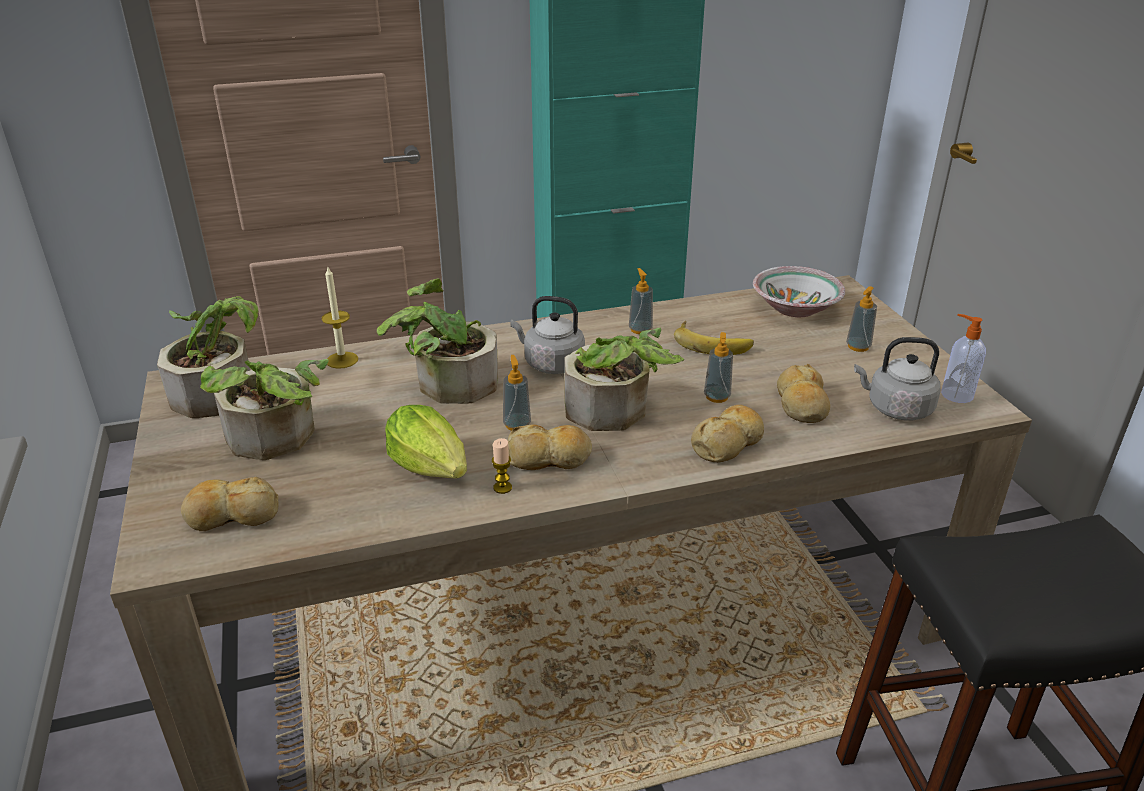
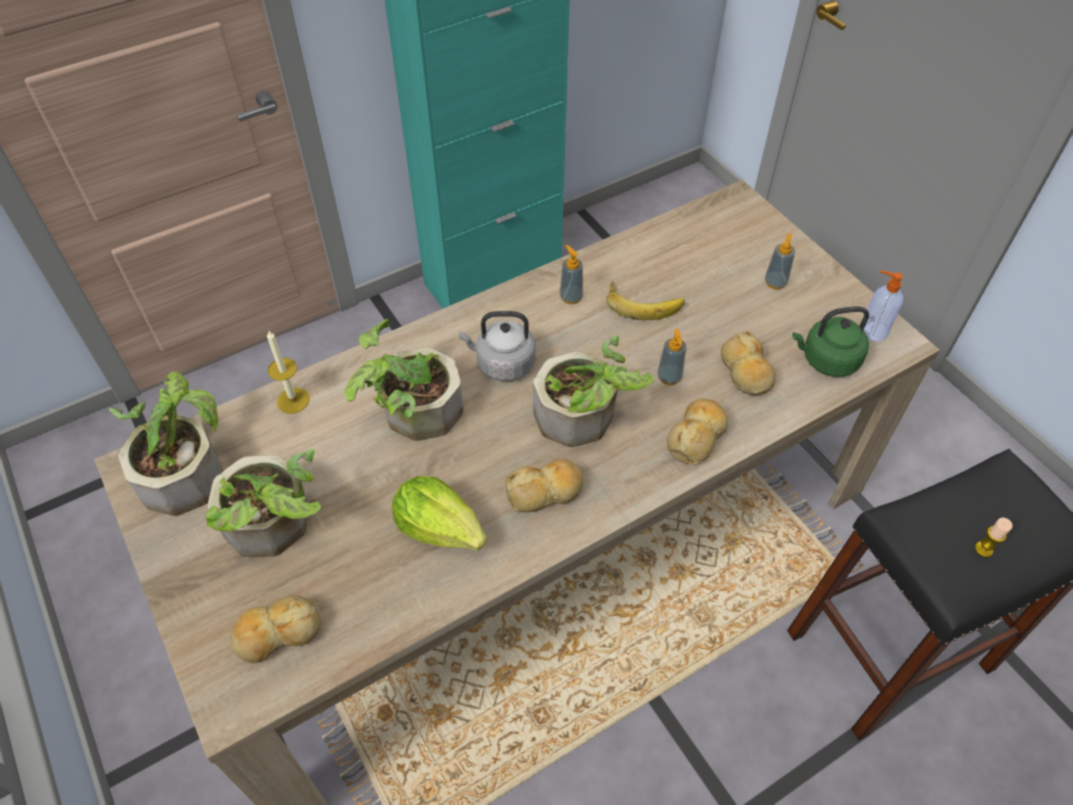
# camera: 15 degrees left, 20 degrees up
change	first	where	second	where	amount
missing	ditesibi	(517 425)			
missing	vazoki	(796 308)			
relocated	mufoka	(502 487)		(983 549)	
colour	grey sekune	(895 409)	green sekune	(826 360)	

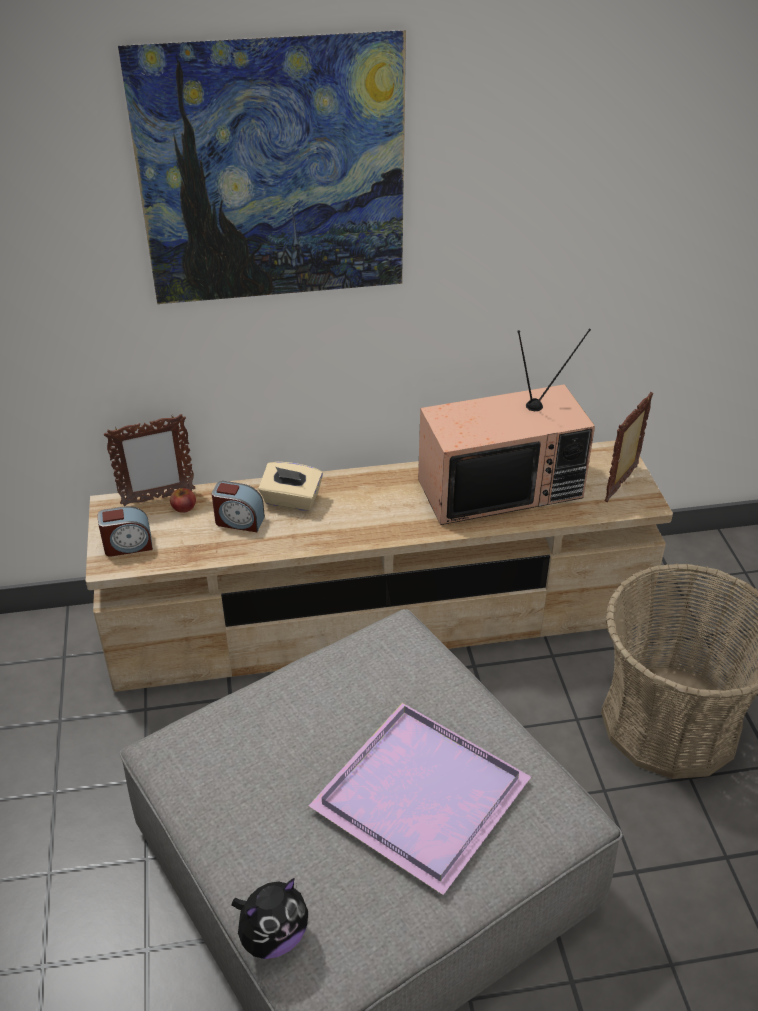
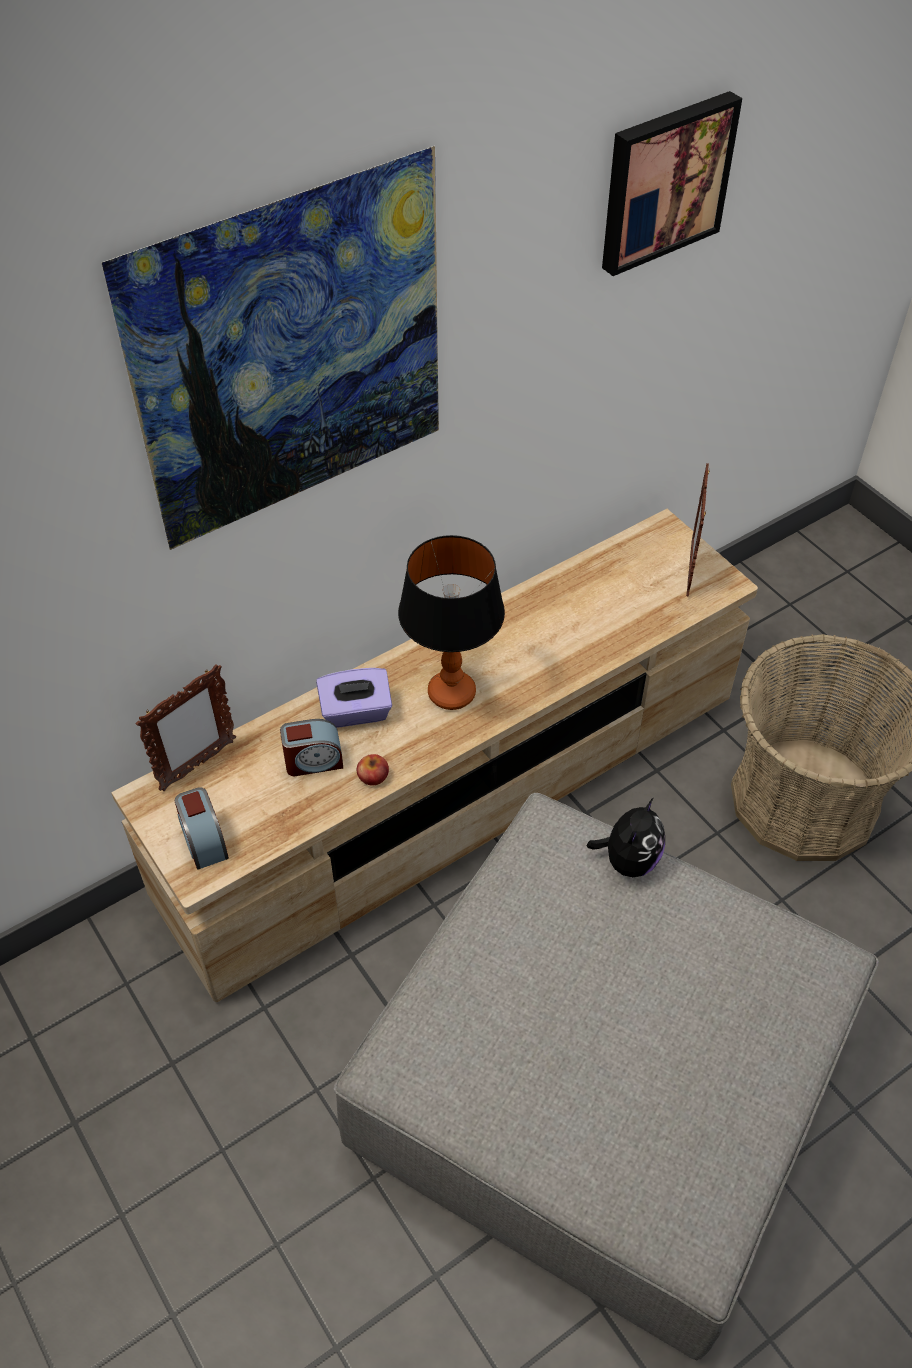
# camera: 25 degrees left, 10 degrees up
change	first	where	second	where	amount
missing	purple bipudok	(420 792)			
missing	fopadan	(500 486)			
appeared			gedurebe	(451 694)	
appeared			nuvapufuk	(664 181)	
relocated	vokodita	(184 507)		(373 776)	
relocated	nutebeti	(273 936)		(628 860)	
colour	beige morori	(291 500)	purple morori	(356 712)	
spun	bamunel	(128 545)		(204 841)	105 degrees clockwise

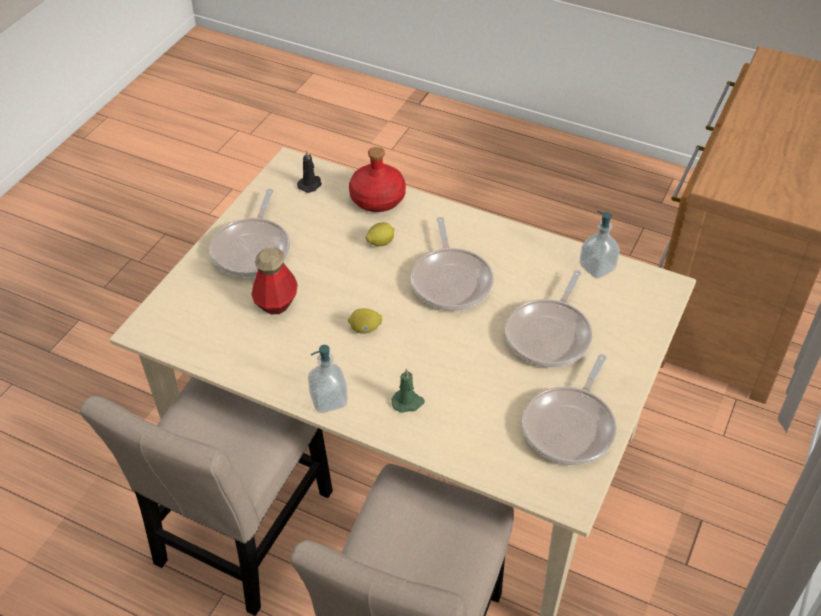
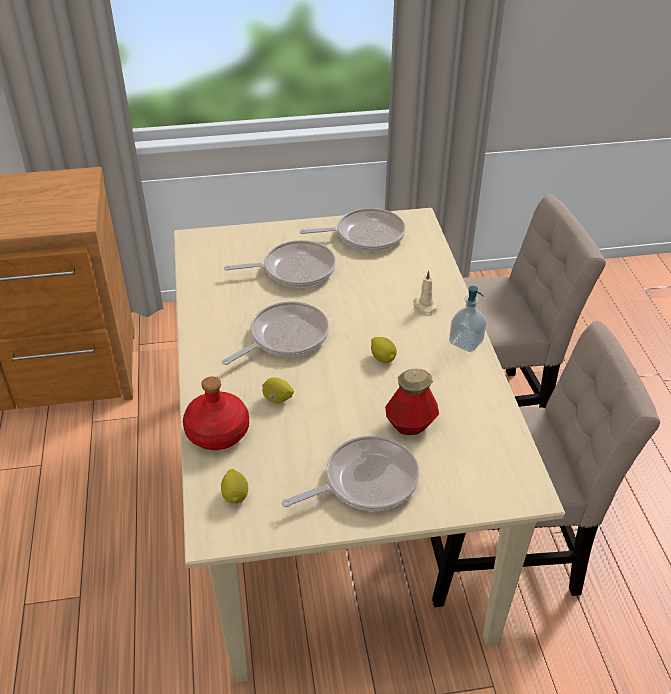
# camera: 125 degrees left, 5 degrees down
change	first	where	second	where	amount
missing	ditesibi	(597 267)			
exchanged	black mufoka	(310 184)	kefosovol	(235 495)	
colour	green mufoka	(408 402)	beige mufoka	(424 305)	

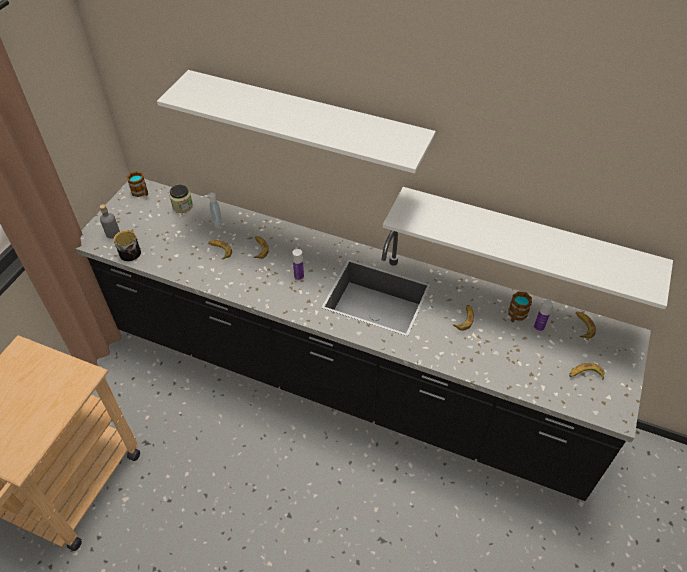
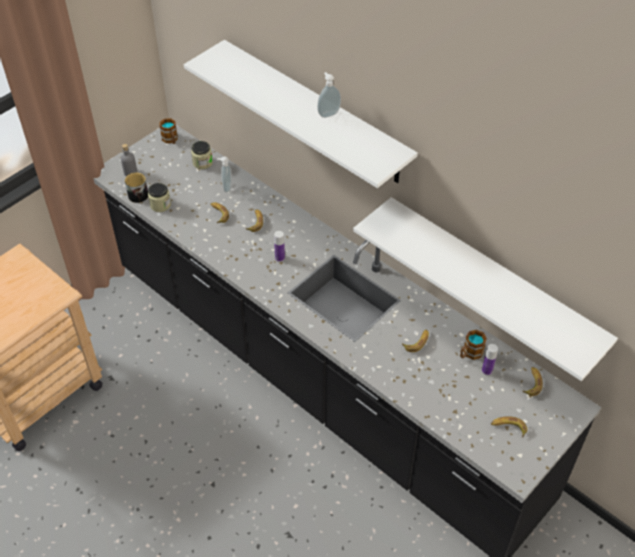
# camera: 20 degrees right, 0 degrees up
change	first	where	second	where	amount
appeared			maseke	(160 205)	
appeared			ditesibi	(328 113)	

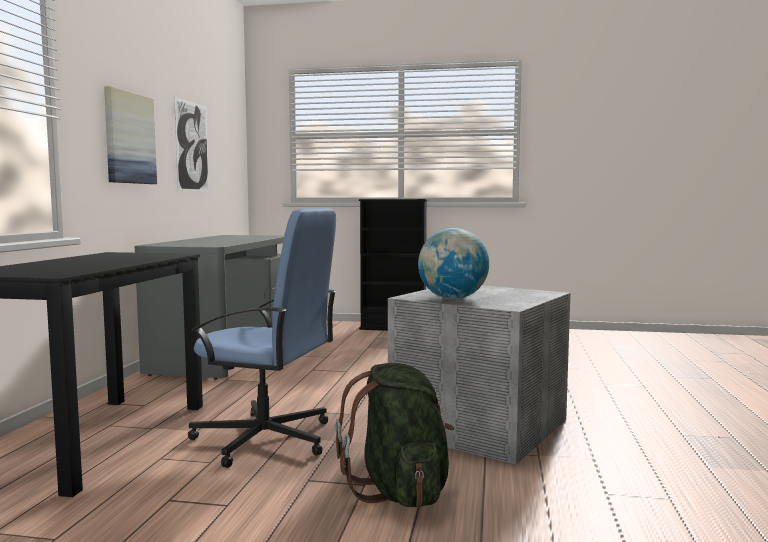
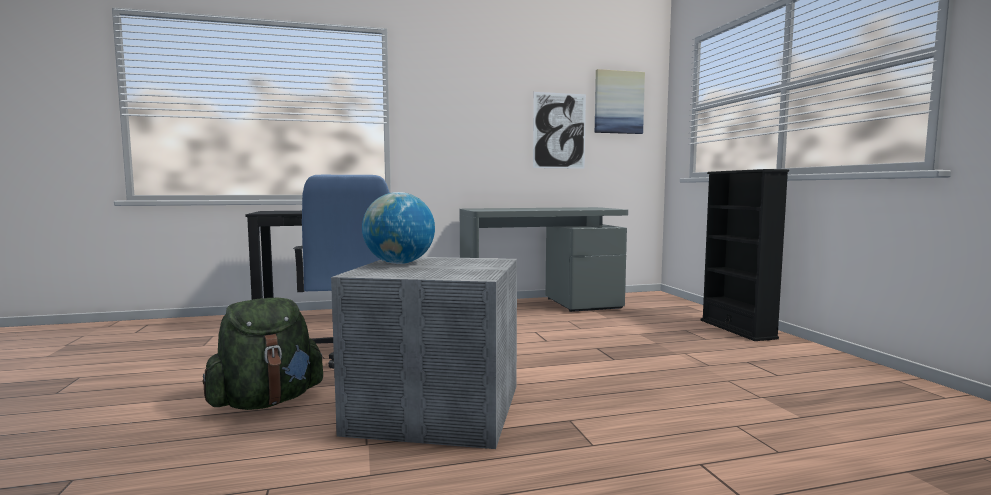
# camera: 65 degrees right, 0 degrees up
change	first	where	second	where	amount
relocated	nuvapufuk	(129 138)		(618 102)	

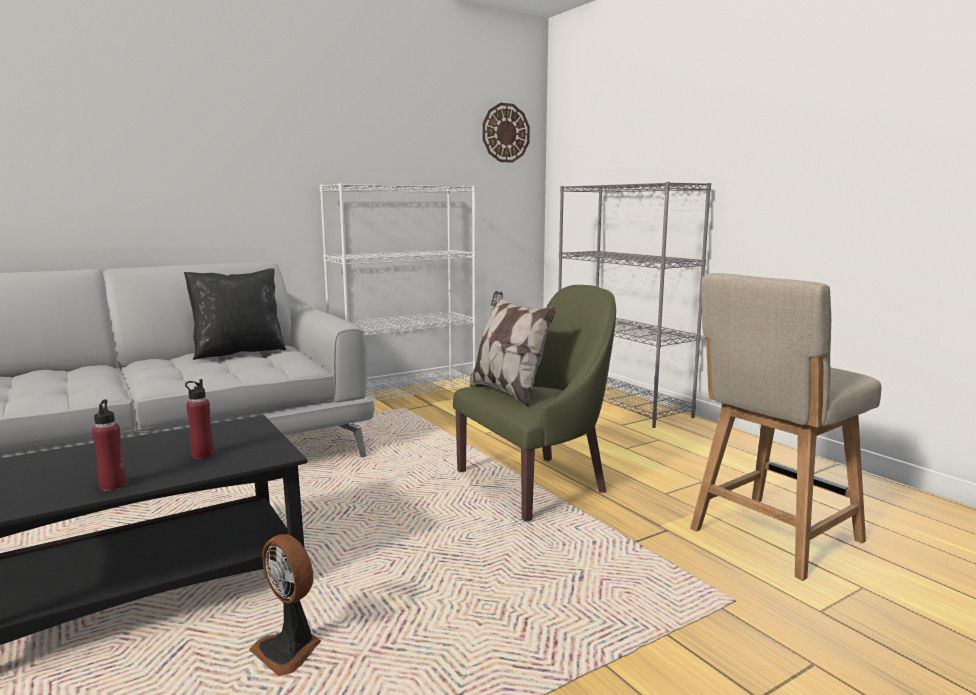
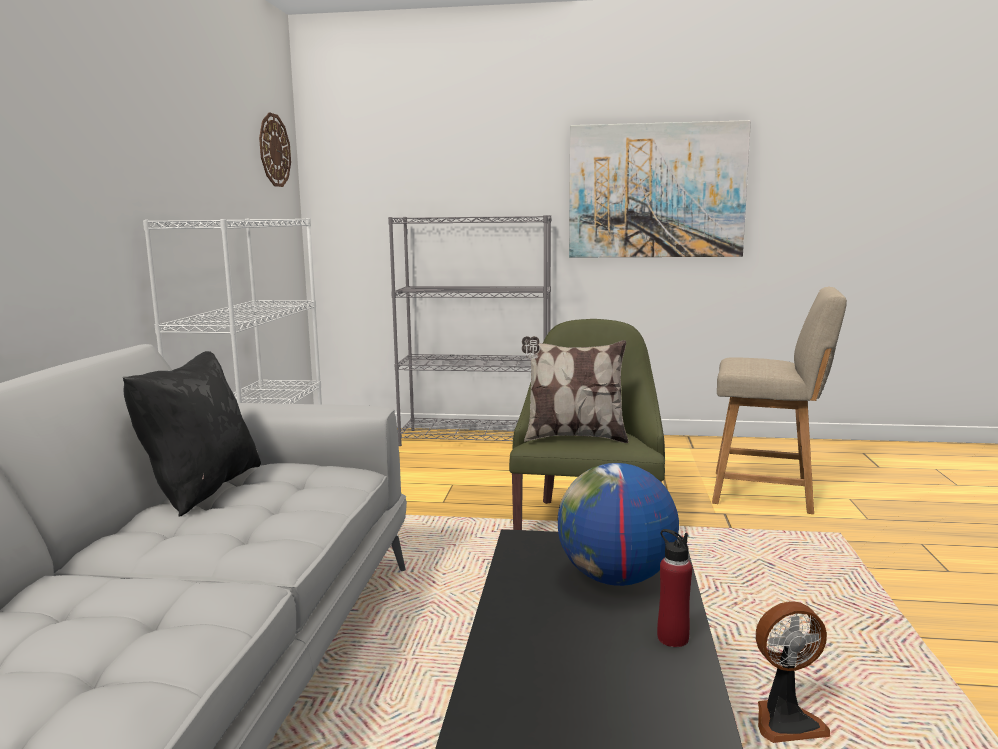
# camera: 50 degrees left, 0 degrees up
change	first	where	second	where	amount
appeared			nuvapufuk	(656 191)	
exchanged	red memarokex	(202 455)	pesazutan	(615 578)	
spun	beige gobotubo	(771 537)		(768 492)	75 degrees counterclockwise

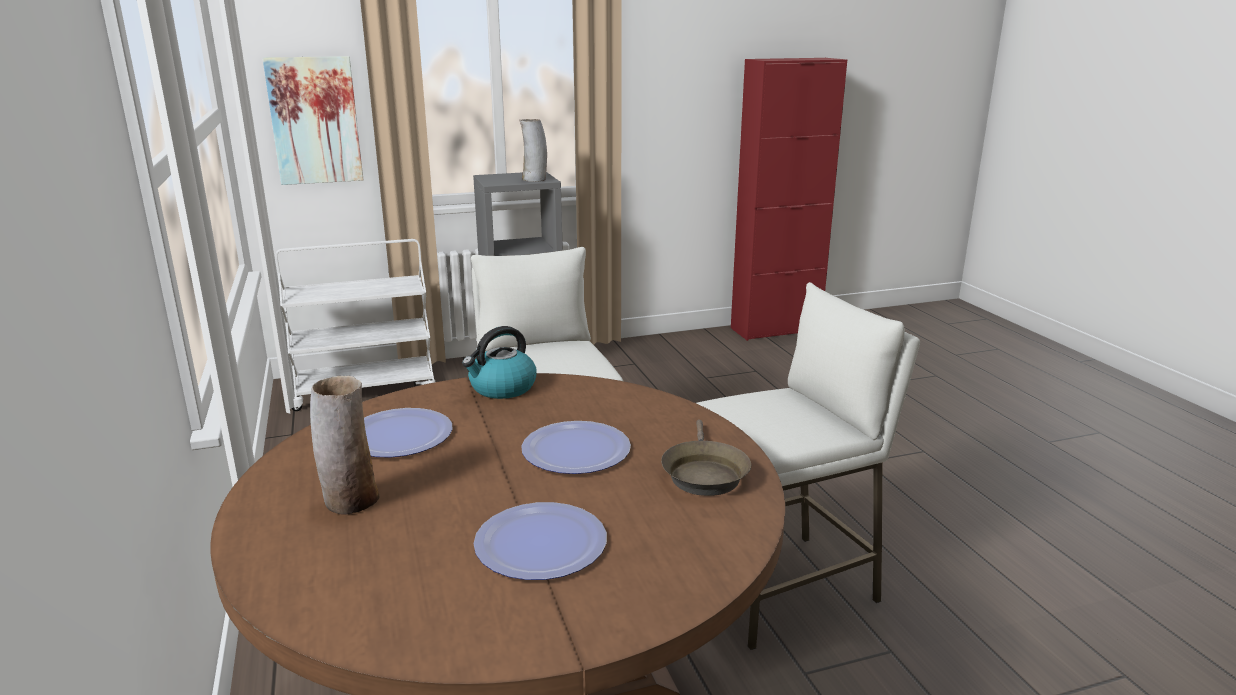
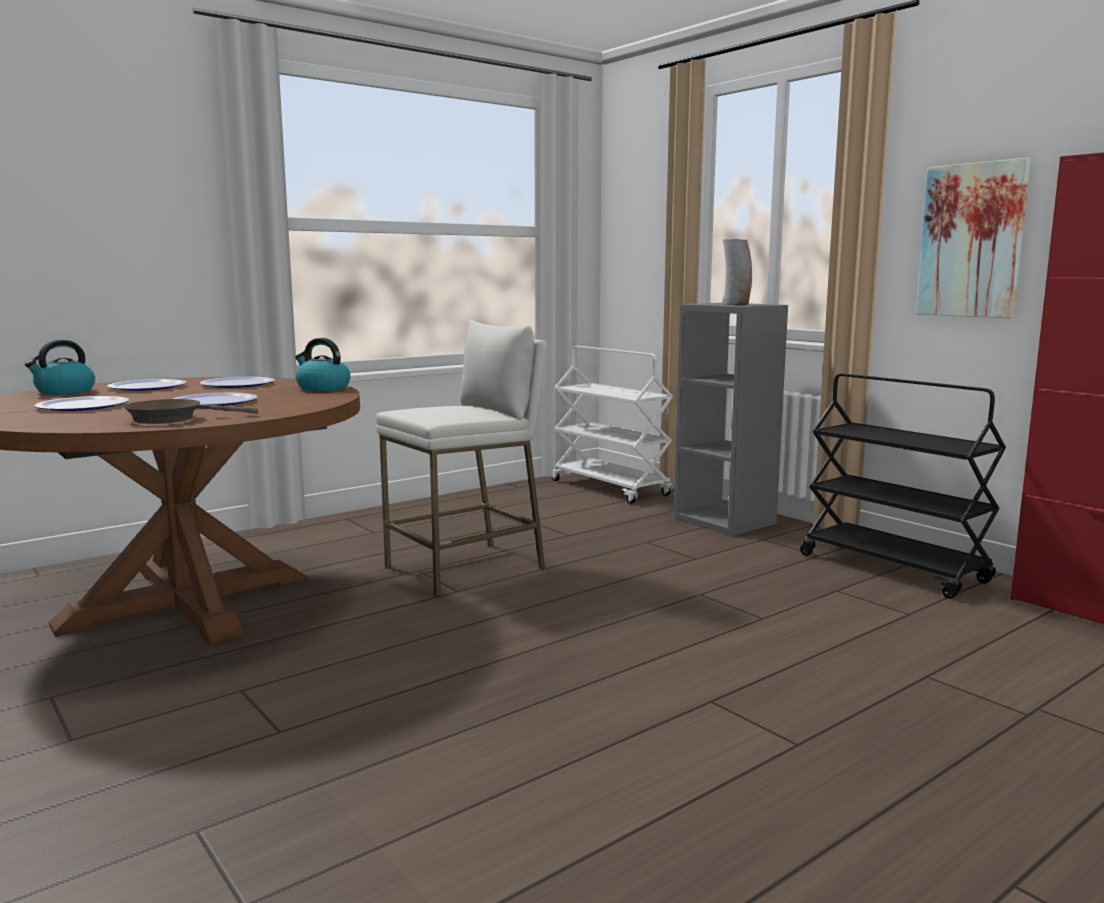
# camera: 70 degrees right, 10 degrees down
change	first	where	second	where	amount
missing	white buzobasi	(781 587)			
appeared			sekune	(64 392)	
appeared			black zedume	(894 569)	
relocated	nuvapufuk	(315 120)		(972 240)	
exchanged	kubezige	(350 502)	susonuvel	(148 387)	

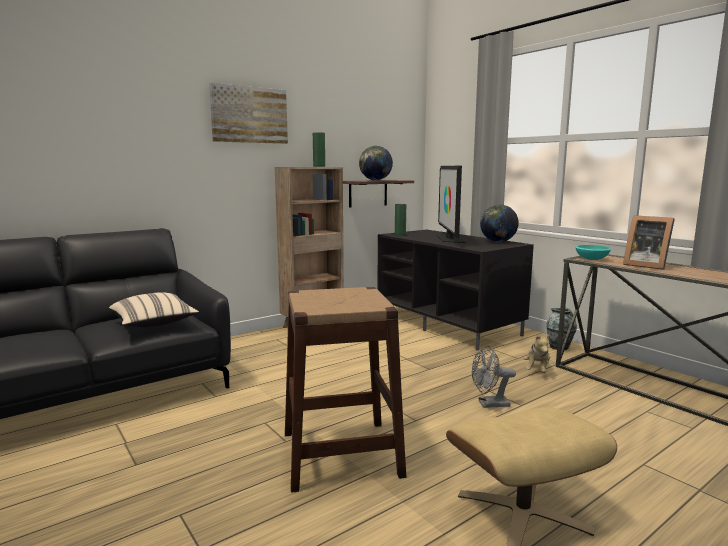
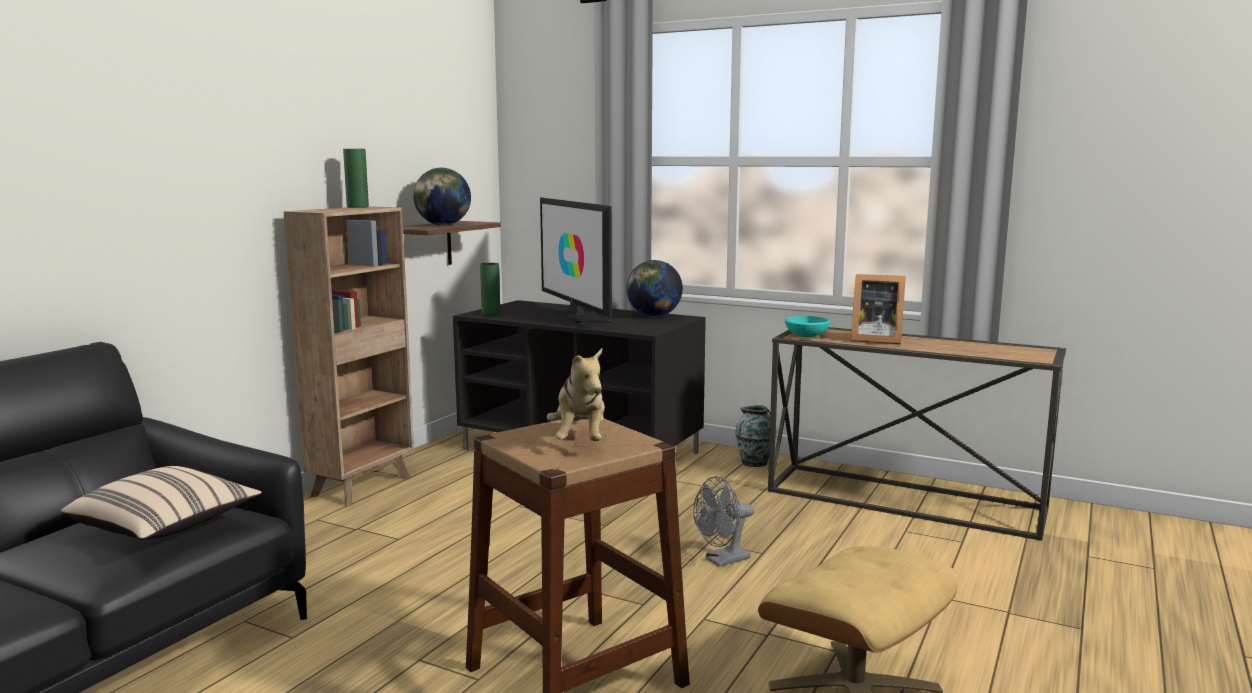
# camera: 25 degrees left, 0 degrees up
change	first	where	second	where	amount
missing	nuvapufuk	(249 115)			
relocated	nutebeti	(537 370)		(580 440)	

